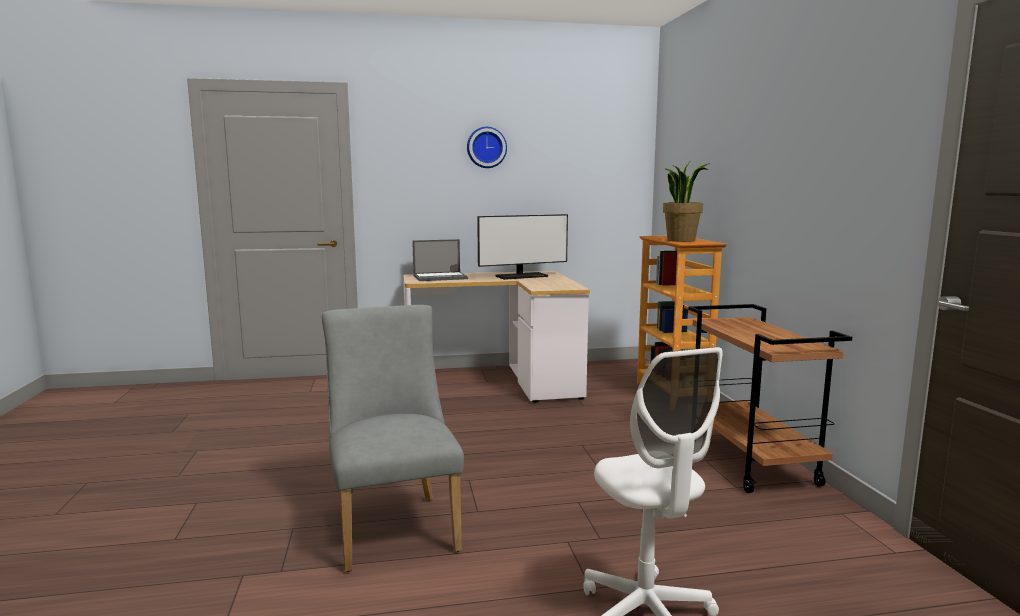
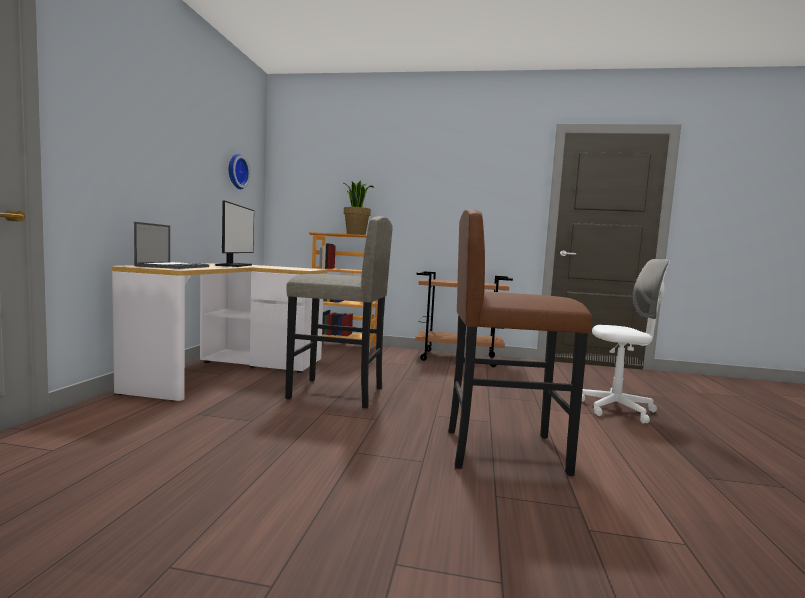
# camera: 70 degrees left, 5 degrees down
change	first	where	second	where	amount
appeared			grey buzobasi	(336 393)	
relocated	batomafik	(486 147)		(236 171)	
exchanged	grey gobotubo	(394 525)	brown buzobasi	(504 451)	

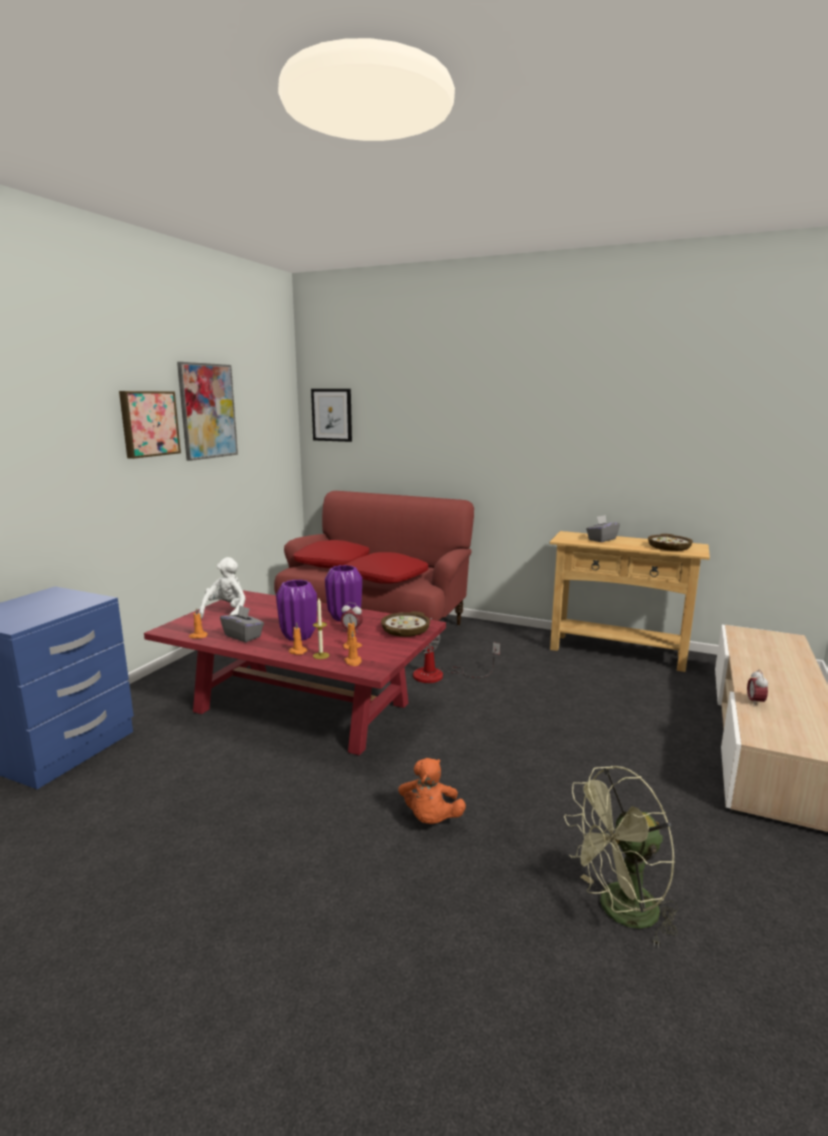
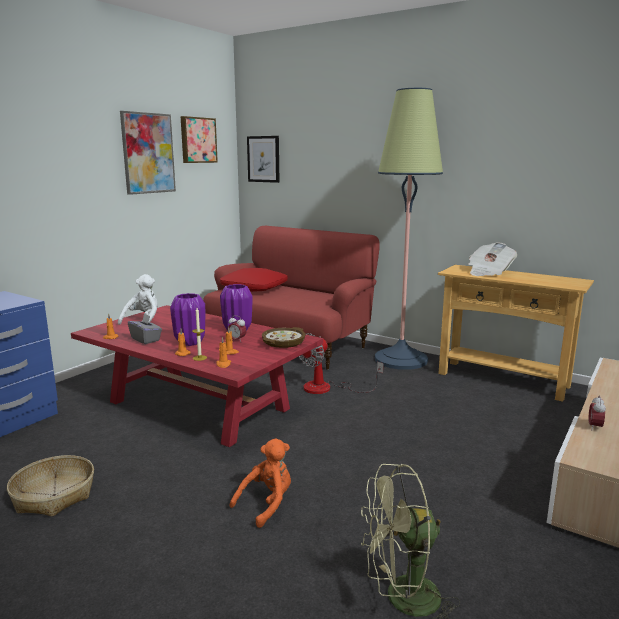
# camera: 10 degrees right, 0 degrees up
change	first	where	second	where	amount
missing	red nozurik	(387 578)			
missing	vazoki	(669 547)			
appeared			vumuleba	(54 495)	
appeared			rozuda	(401 359)	
relocated	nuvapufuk	(148 423)		(197 140)	
exchanged	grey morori	(601 539)	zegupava	(489 272)	
spun	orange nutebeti	(430 819)		(267 504)	150 degrees counterclockwise

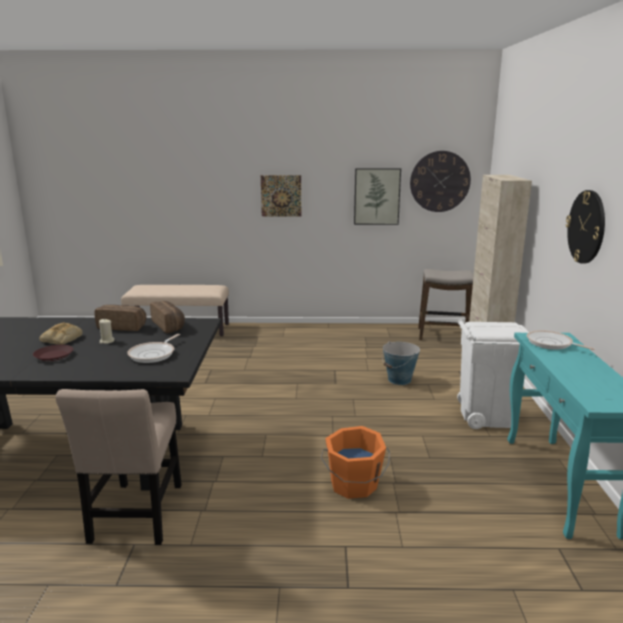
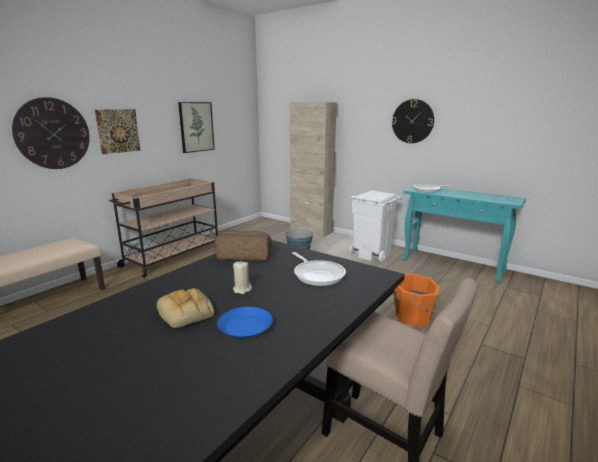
# camera: 55 degrees left, 0 degrees up
change	first	where	second	where	amount
missing	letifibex	(122 326)			
missing	buzobasi	(443 335)			
appeared			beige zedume	(172 257)	
relocated	batomafik	(440 181)		(53 134)	
colour	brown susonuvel	(54 356)	blue susonuvel	(245 327)	

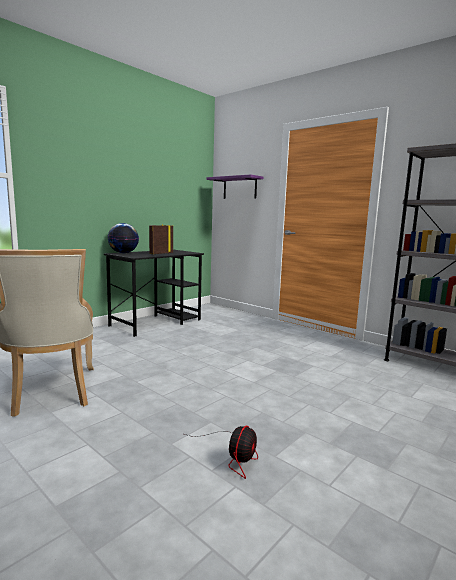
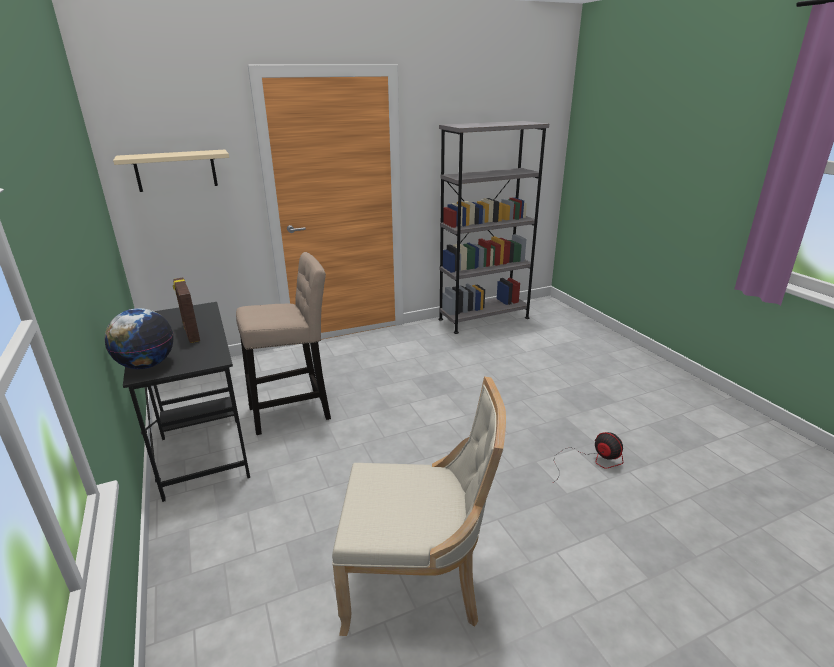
# camera: 65 degrees left, 15 degrees up
change	first	where	second	where	amount
appeared			beige buzobasi	(294 411)	
colour	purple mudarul	(239 188)	beige mudarul	(176 170)	

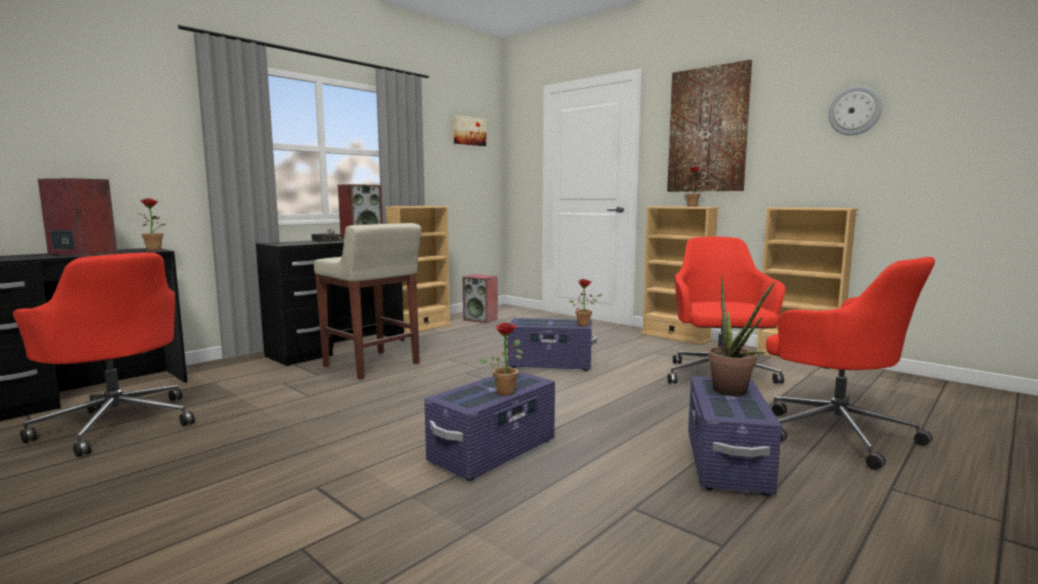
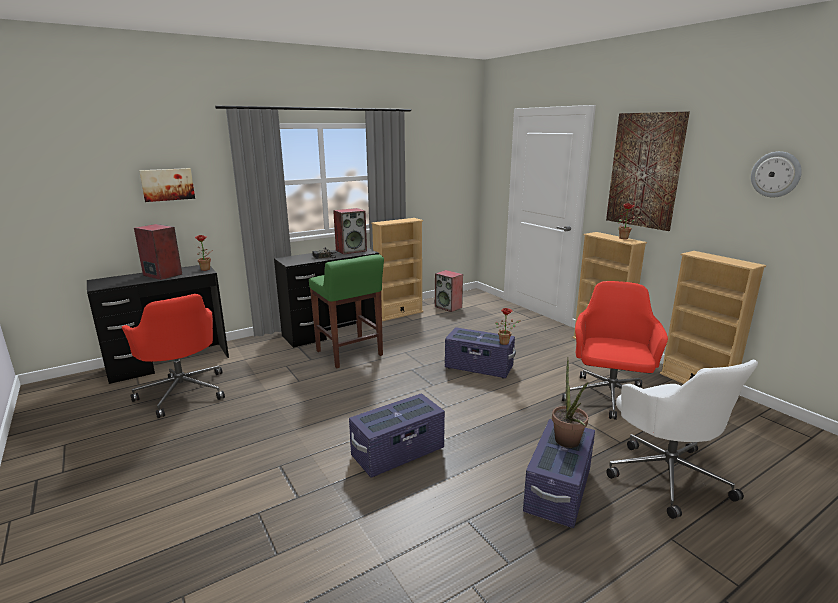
# camera: 15 degrees right, 10 degrees up
change	first	where	second	where	amount
missing	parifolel	(506 391)			
relocated	nuvapufuk	(468 131)		(167 184)	
colour	beige buzobasi	(372 365)	green buzobasi	(349 354)	
colour	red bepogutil	(834 432)	white bepogutil	(666 475)	

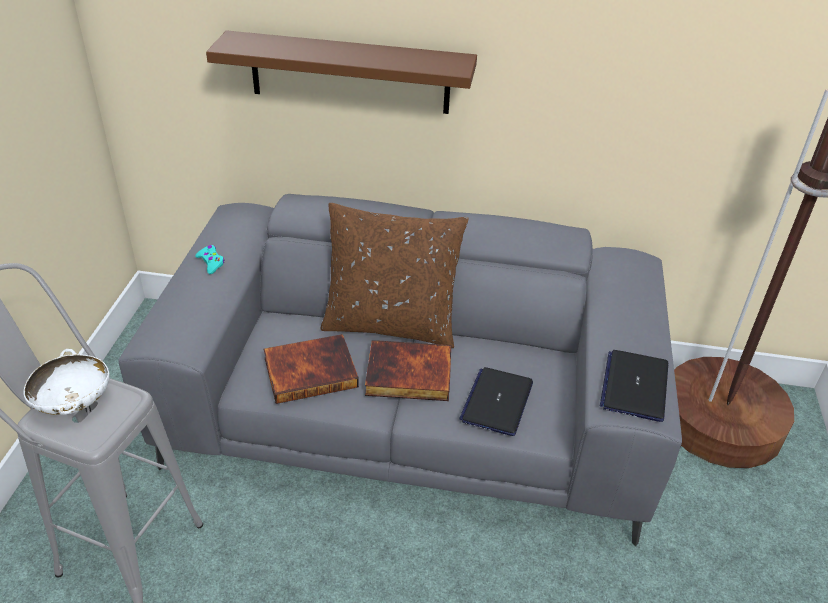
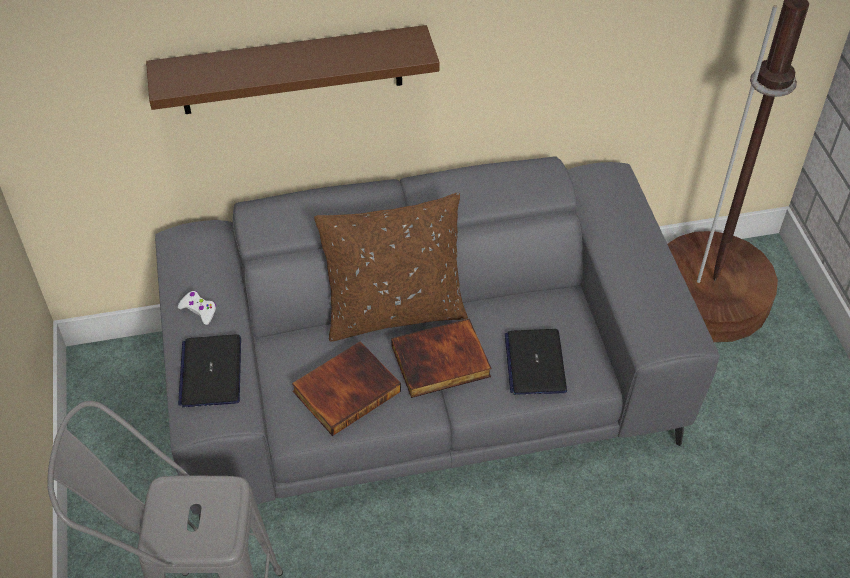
# camera: 20 degrees left, 10 degrees up
change	first	where	second	where	amount
missing	white vazoki	(74 401)			
relocated	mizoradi	(634 386)		(211 372)	
colour	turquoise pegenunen	(211 263)	white pegenunen	(199 310)	

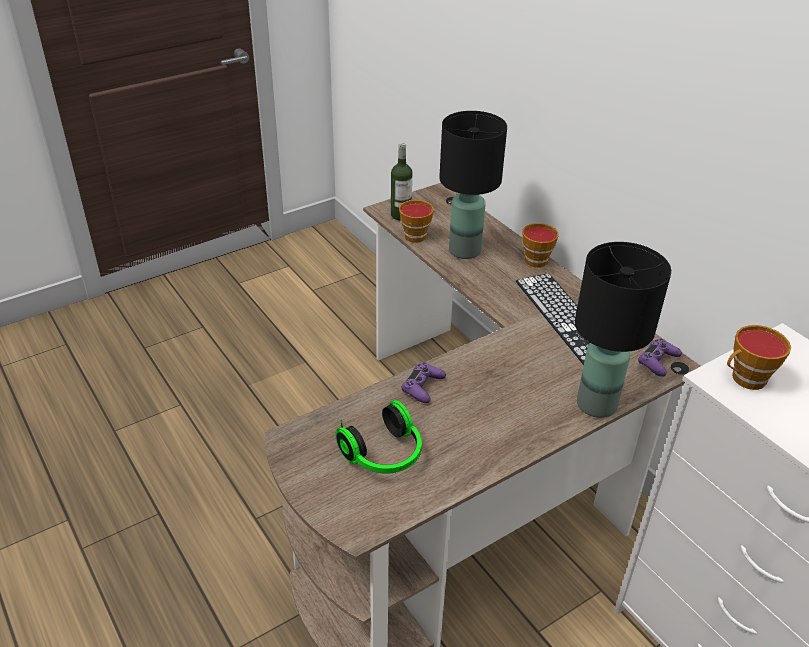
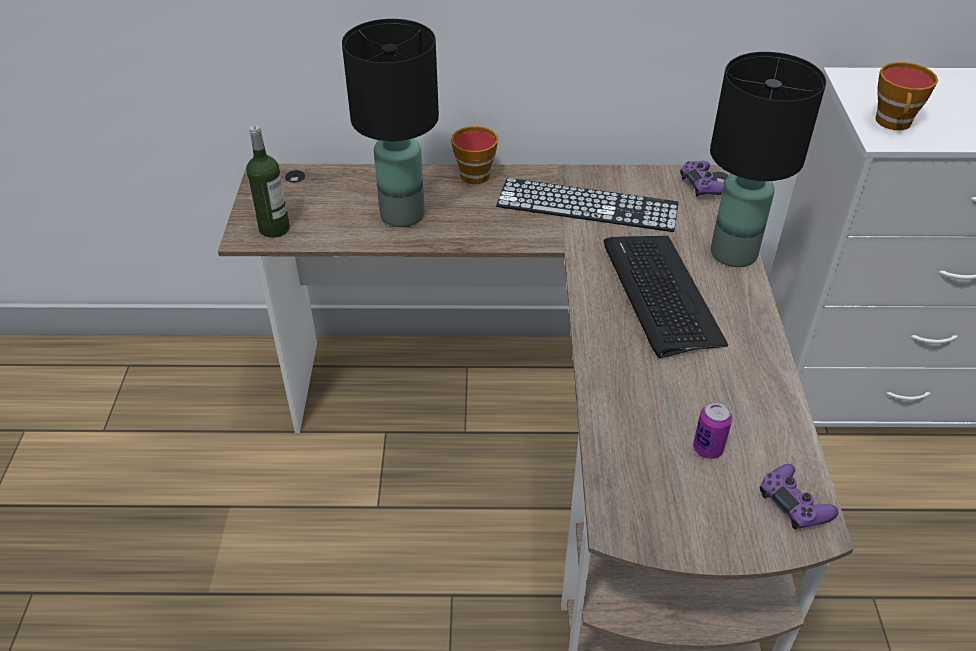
# camera: 55 degrees left, 5 degrees up
change	first	where	second	where	amount
missing	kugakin	(414 234)			
appeared			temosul	(660 294)	
relocated	purple pegenunen	(423 387)		(794 503)	
exchanged	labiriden	(384 455)	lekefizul	(707 448)	

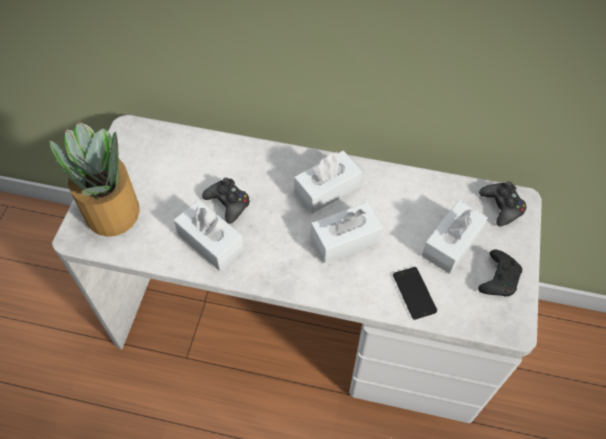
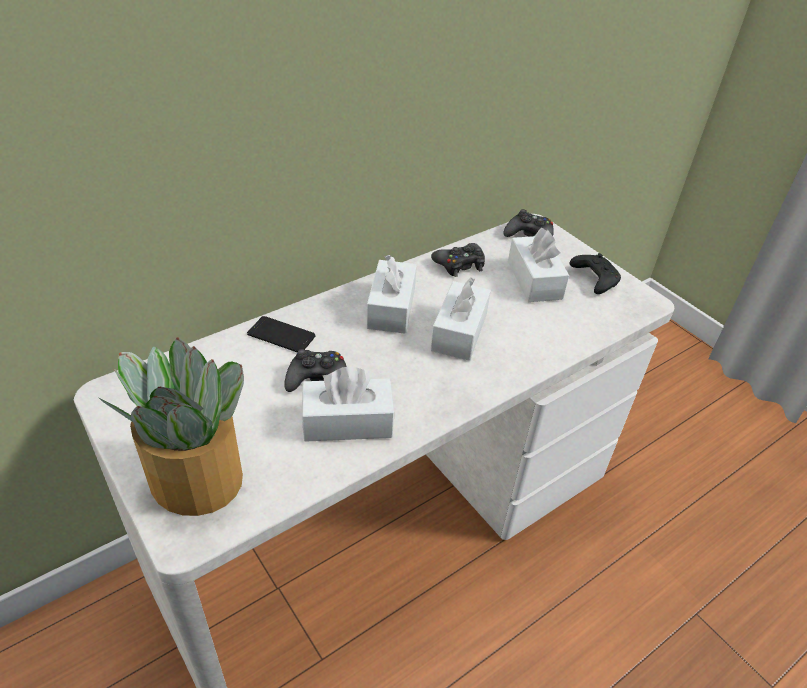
# camera: 50 degrees left, 15 degrees down
change	first	where	second	where	amount
appeared			black pegenunen	(460 265)	
relocated	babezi	(414 293)		(281 335)	

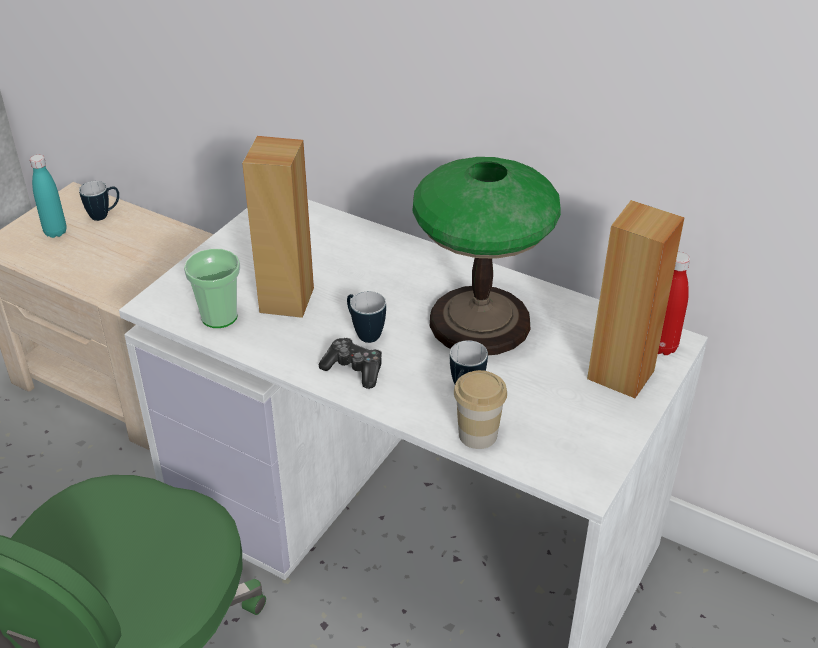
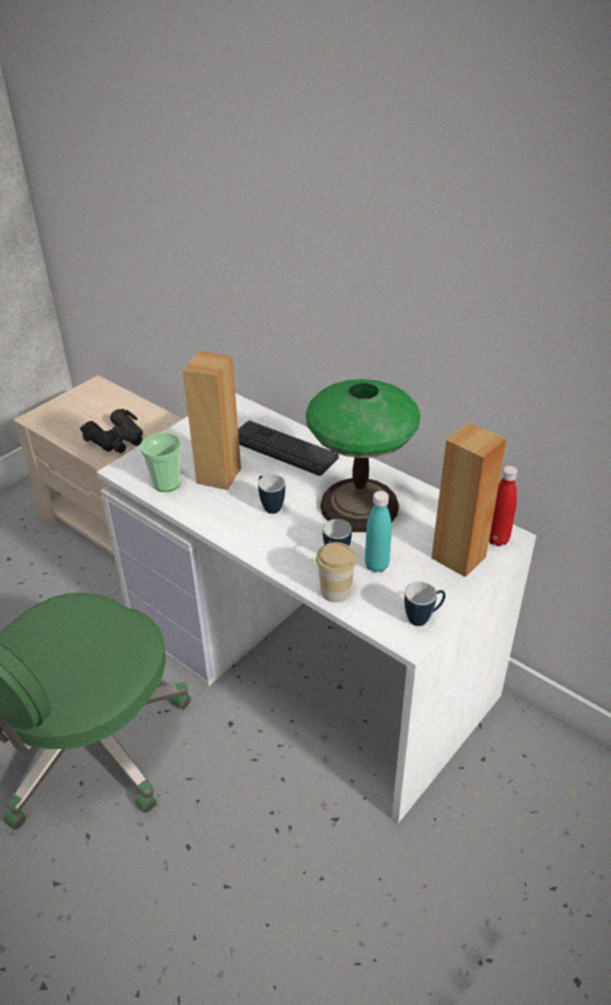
# camera: 10 degrees right, 0 degrees up
change	first	where	second	where	amount
missing	pegenunen	(354 369)			
appeared			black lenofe	(117 439)	
appeared			temosul	(283 448)	
relocated	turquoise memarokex	(55 232)		(376 565)	
relocated	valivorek	(104 215)		(423 618)	

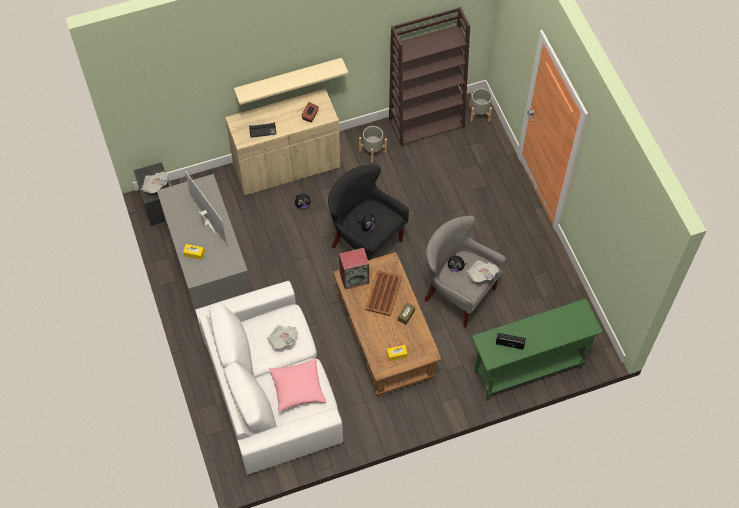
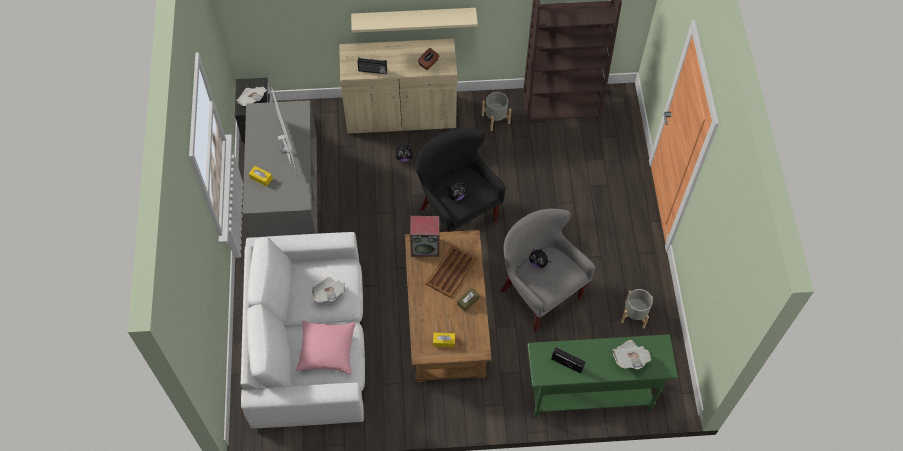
# camera: 15 degrees right, 0 degrees up
change	first	where	second	where	amount
relocated	zegupava	(481 274)		(629 358)	
relocated	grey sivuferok	(479 113)		(634 314)	

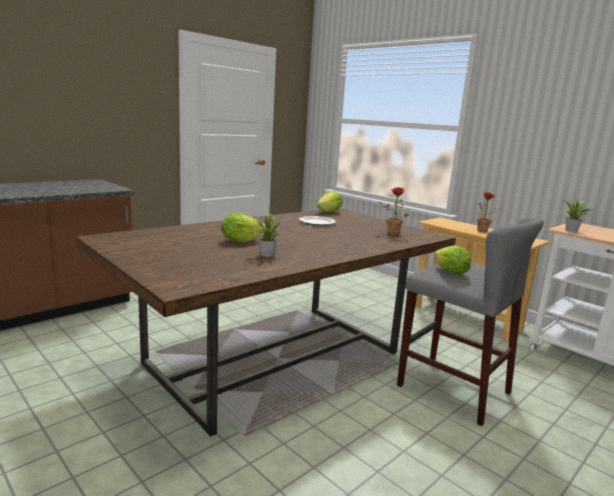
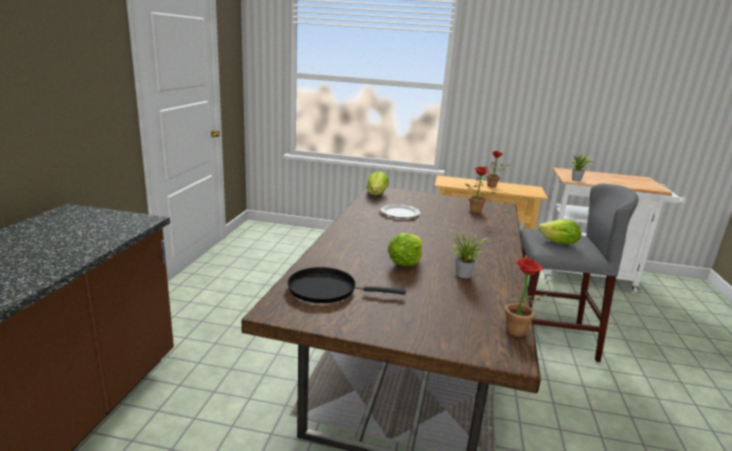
# camera: 35 degrees left, 5 degrees up
change	first	where	second	where	amount
appeared			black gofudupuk	(327 289)	
appeared			parifolel	(517 334)	

